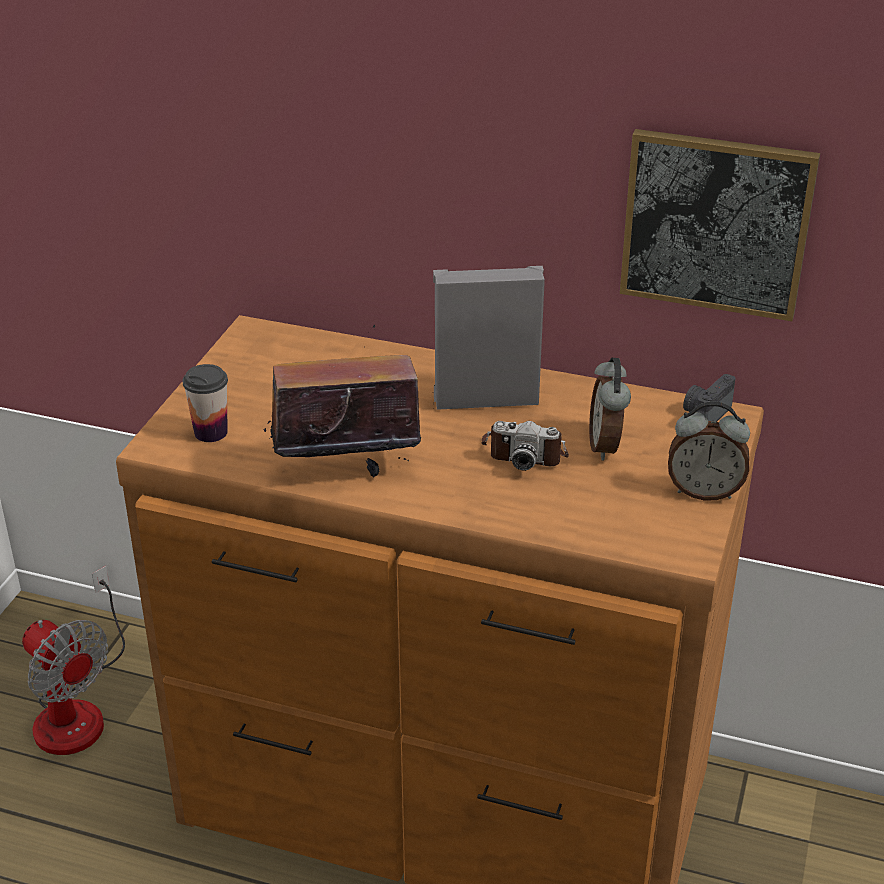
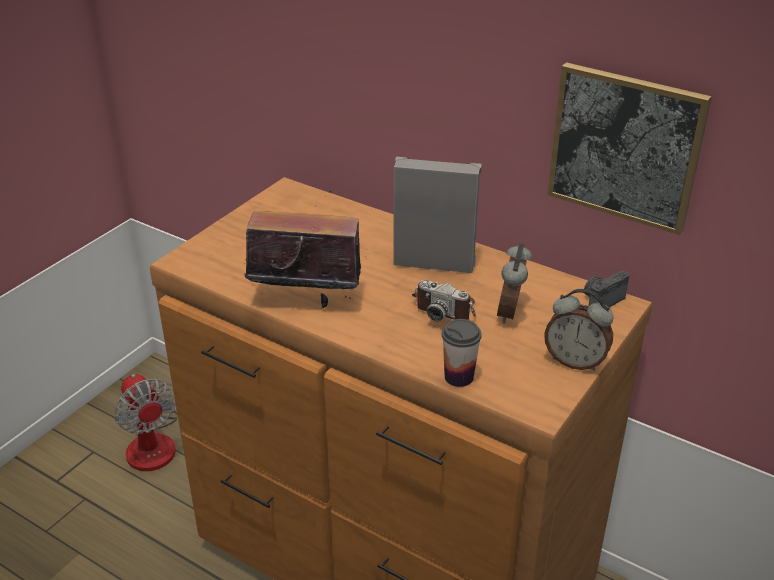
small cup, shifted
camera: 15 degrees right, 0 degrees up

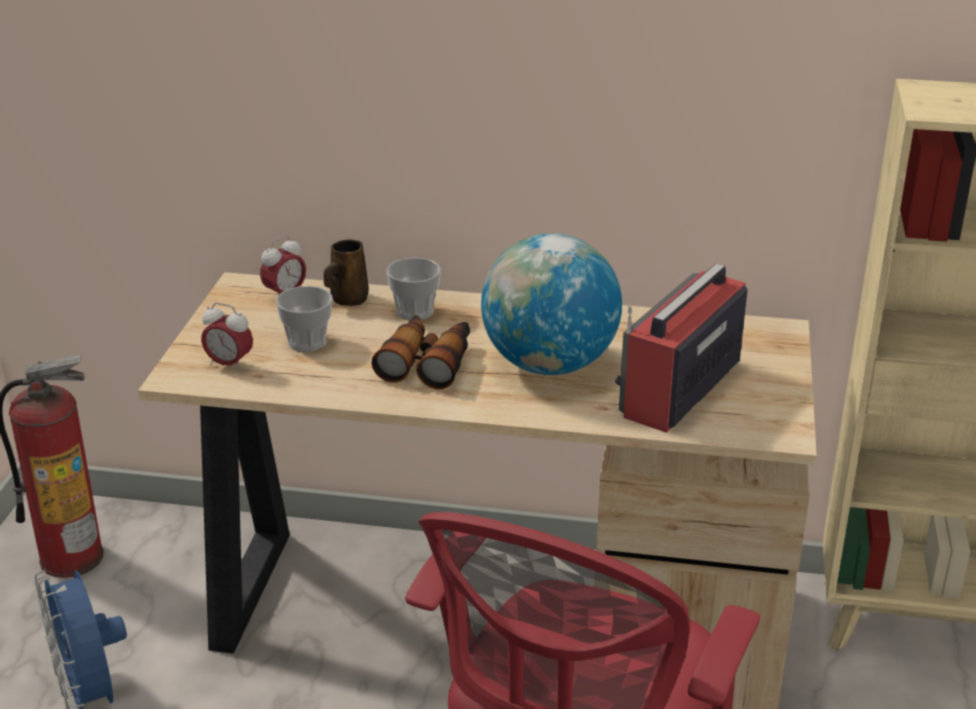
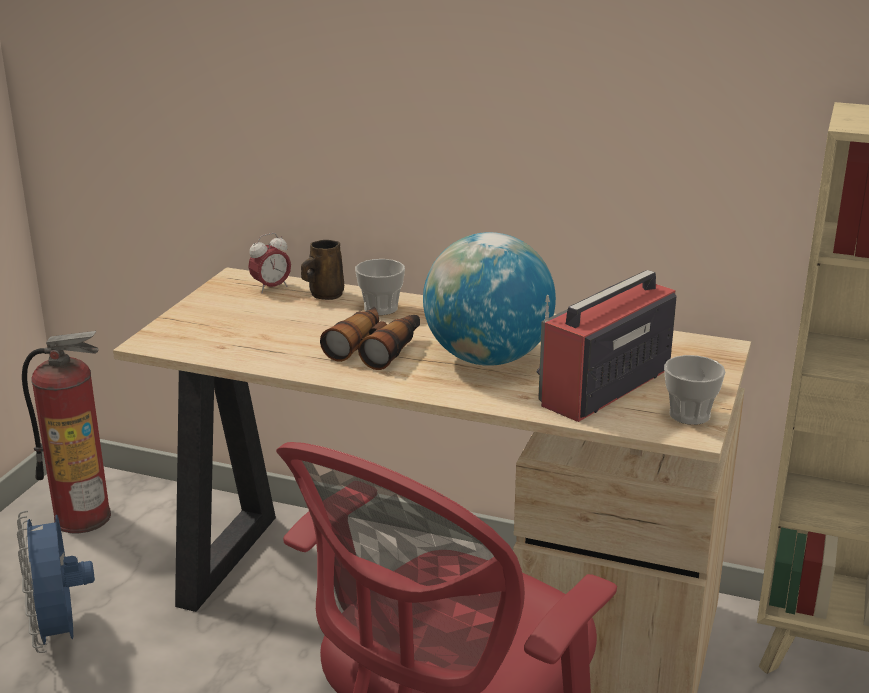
table clock (no. 1 from left) -> none
small cup (no. 1 from left in the first image) -> small cup (no. 2 from left), shifted
camera: 10 degrees right, 5 degrees down

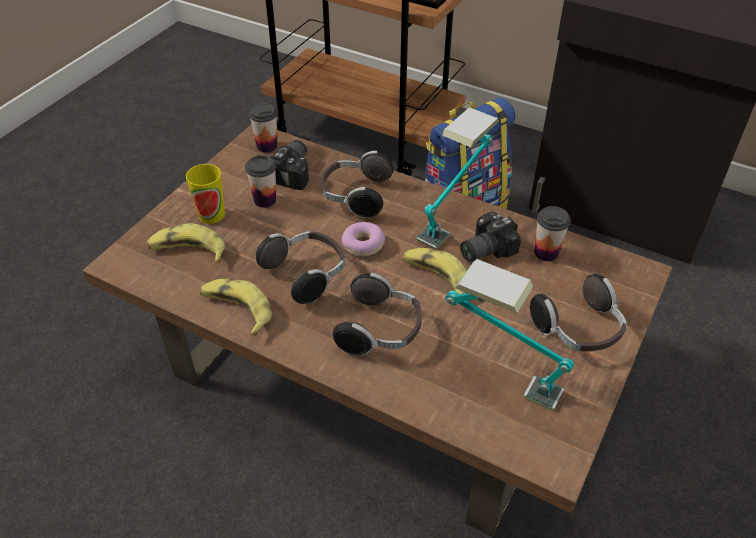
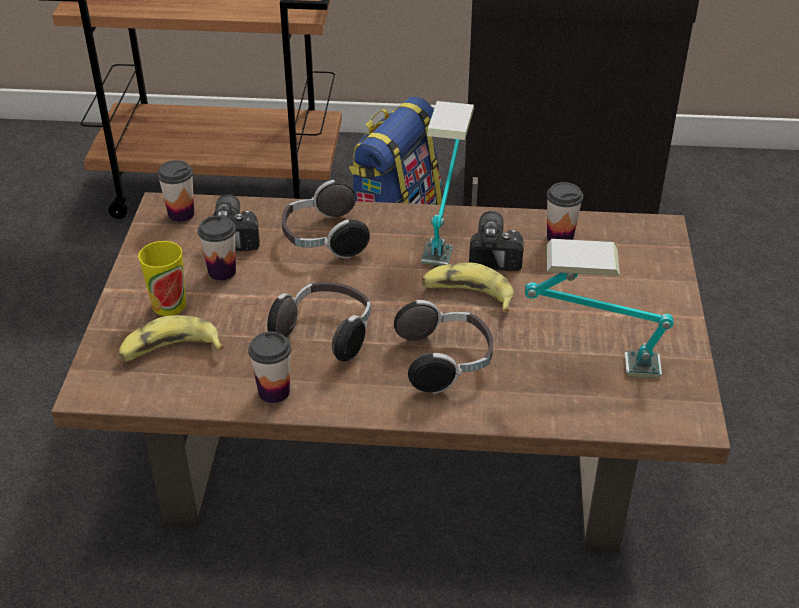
whole banana (no. 2 from left) -> small cup (no. 4 from left)
donut -> none
photo camera (no. 2 from left), 150 degrees clockwise
headset (no. 4 from left) -> none
camera: 25 degrees left, 5 degrees down

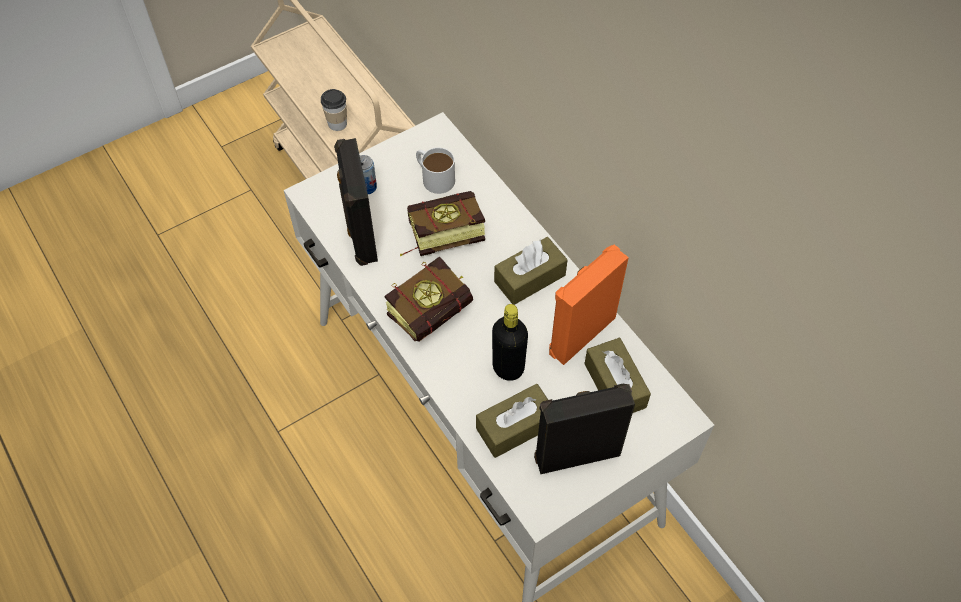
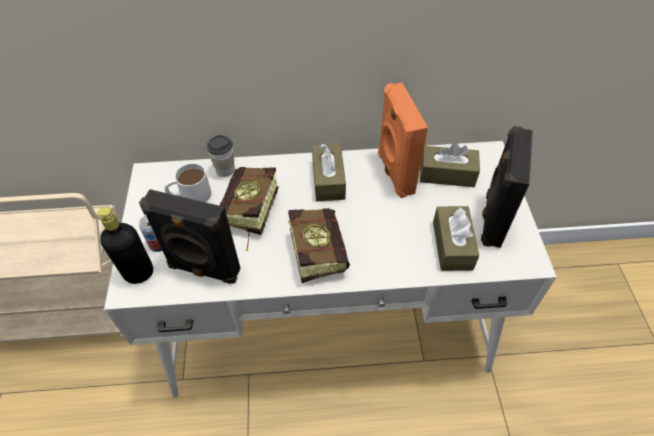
small cup, shifted
black beverage bottle, shifted
camera: 60 degrees left, 5 degrees down

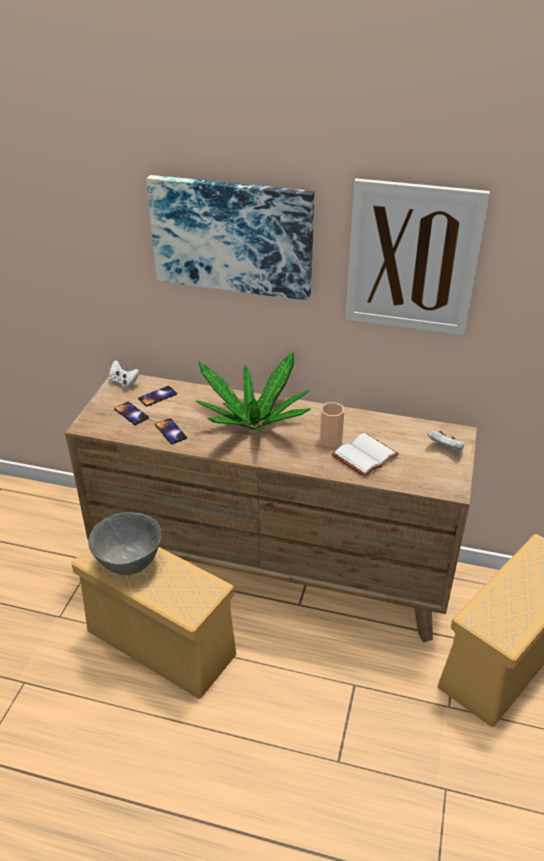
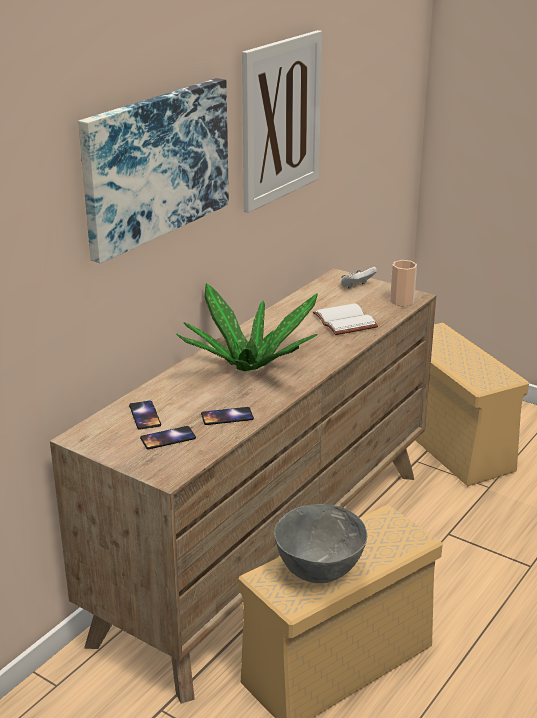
whitish joypad (no. 1 from left) -> none
small cup, shifted
camera: 70 degrees left, 10 degrees down

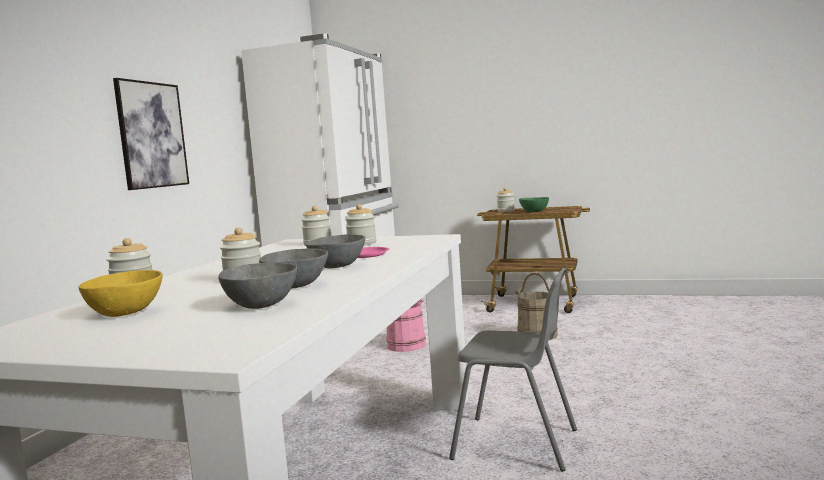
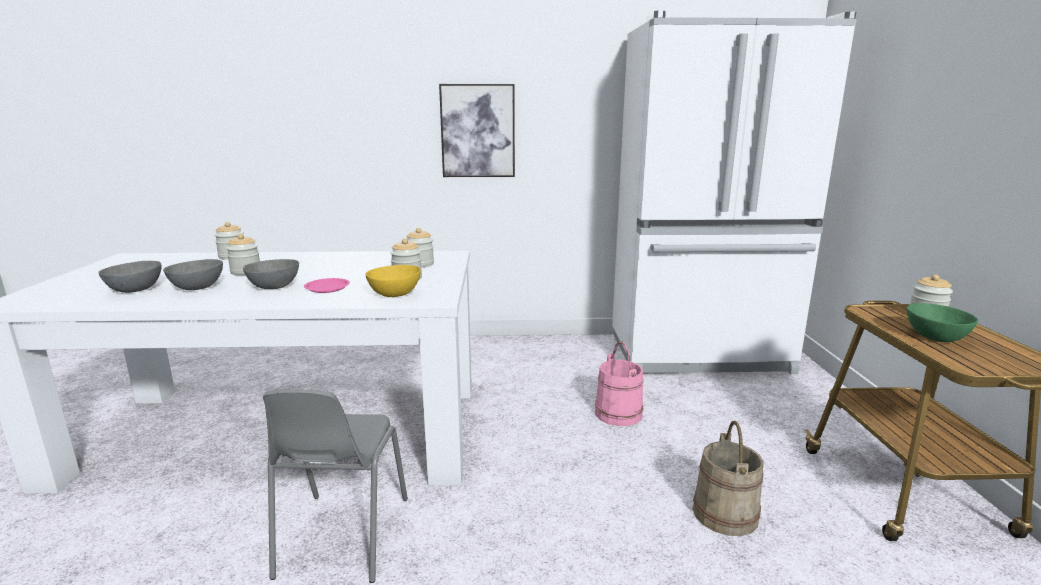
yellow-coloured serving bowl, shifted
camera: 70 degrees right, 10 degrees up

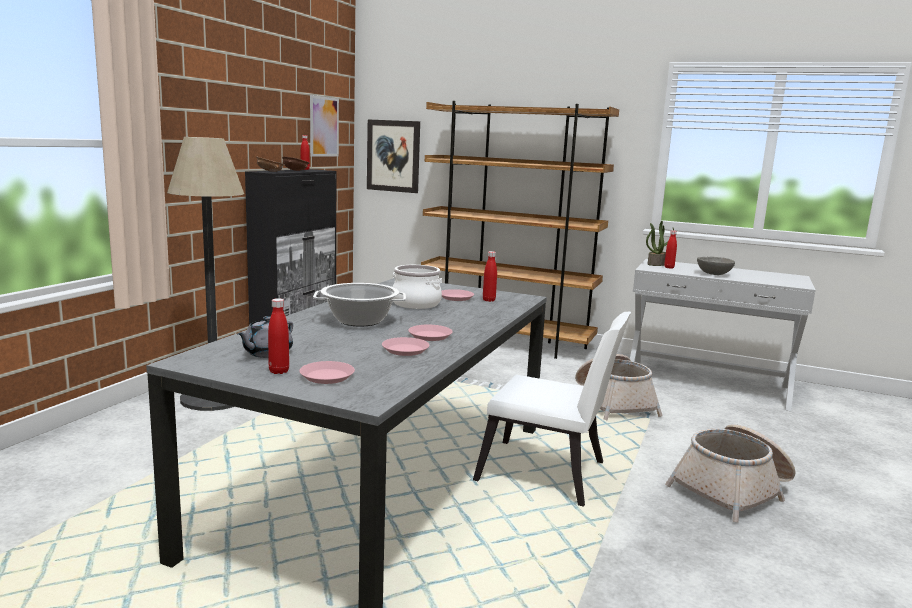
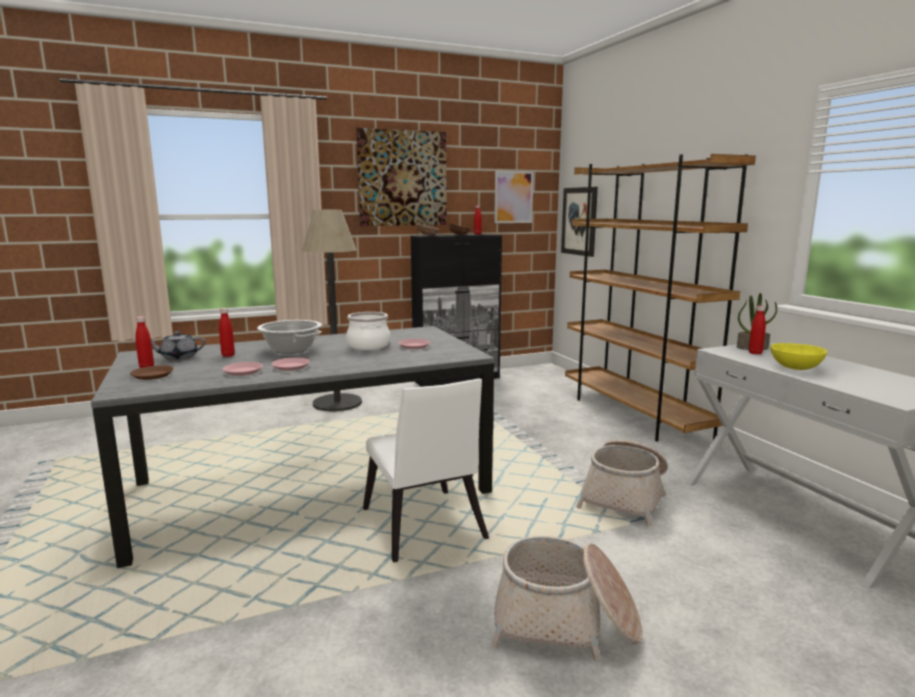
pink-coloured flat dish (no. 1 from left) -> brown-coloured flat dish
red beverage bottle (no. 3 from left in the first image) -> red beverage bottle (no. 2 from left), shifted
gray serving bowl -> yellow-coloured serving bowl
none -> picture (no. 1 from left)
camera: 45 degrees right, 0 degrees up

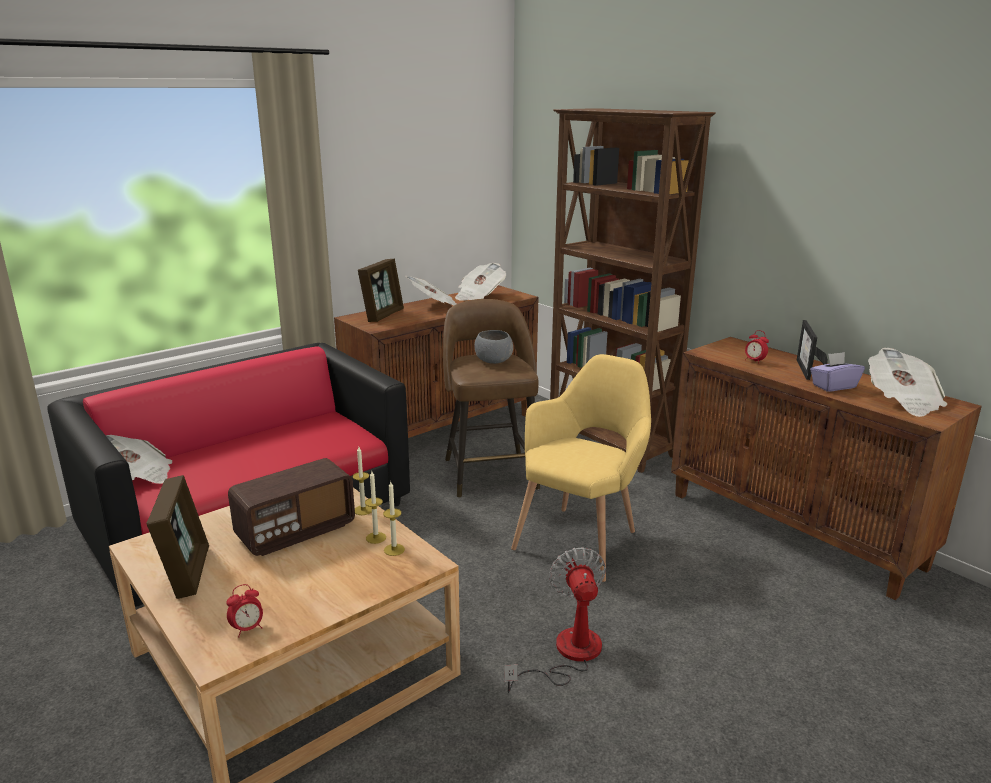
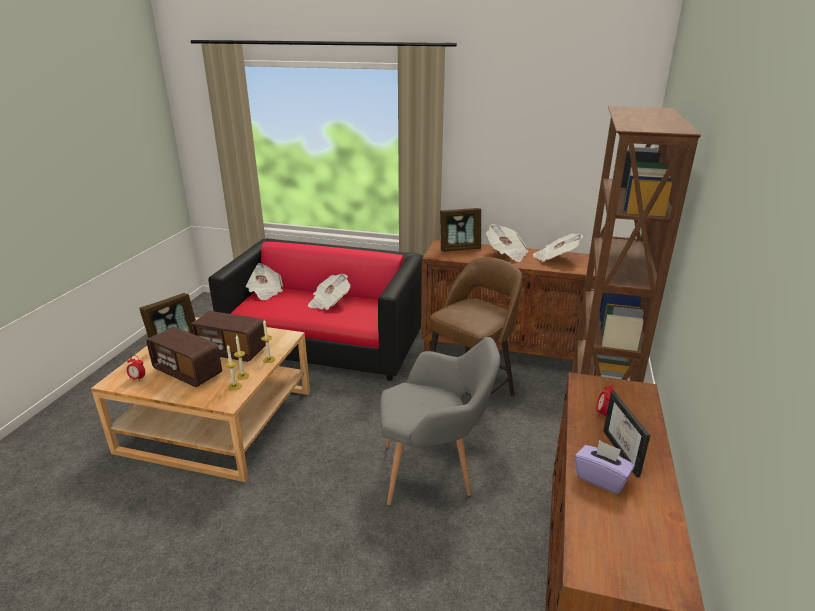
gray serving bowl -> none
electric fan -> none
yellow-coloured lounge chair -> gray lounge chair
picture frame (no. 3 from left), 75 degrees counterclockwise
printed paper (no. 4 from left in the first image) -> printed paper (no. 2 from left), shifted
none -> radio set (no. 1 from left)
camera: 55 degrees right, 5 degrees up

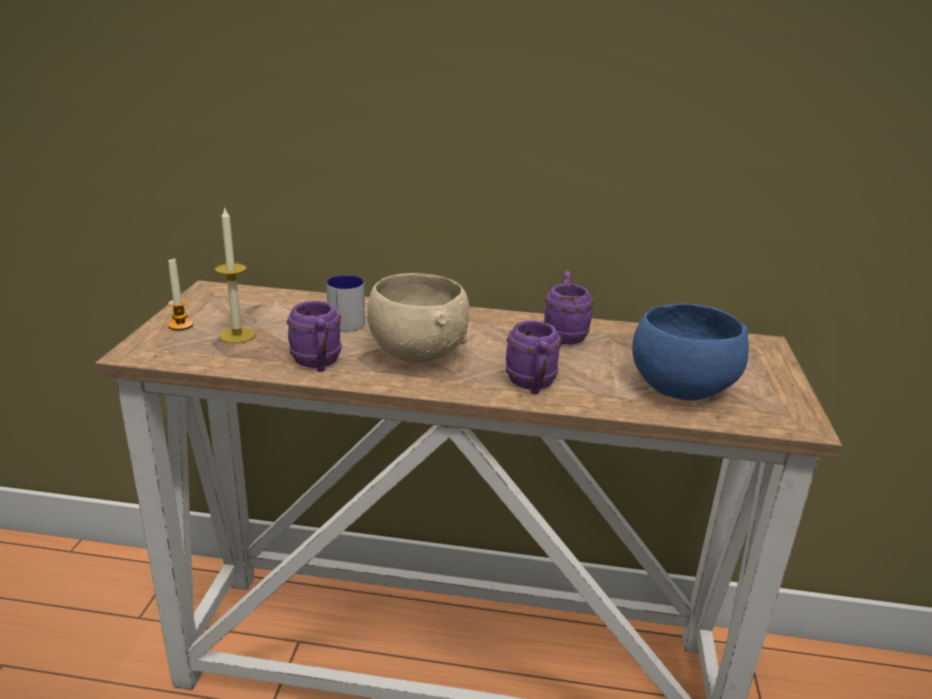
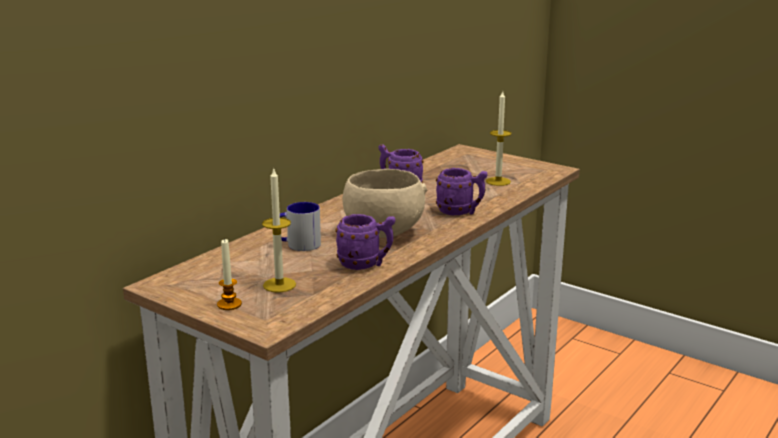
bluish serving bowl -> wax light (no. 3 from left)
camera: 60 degrees left, 5 degrees down

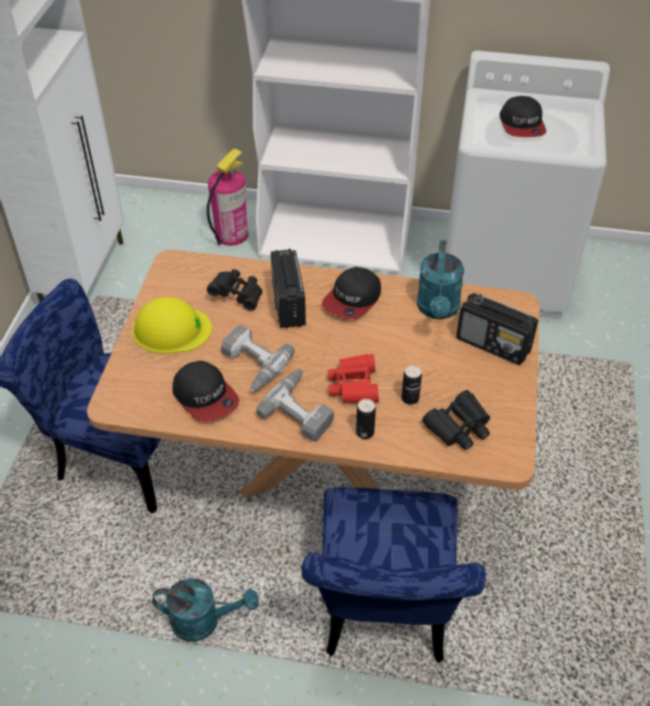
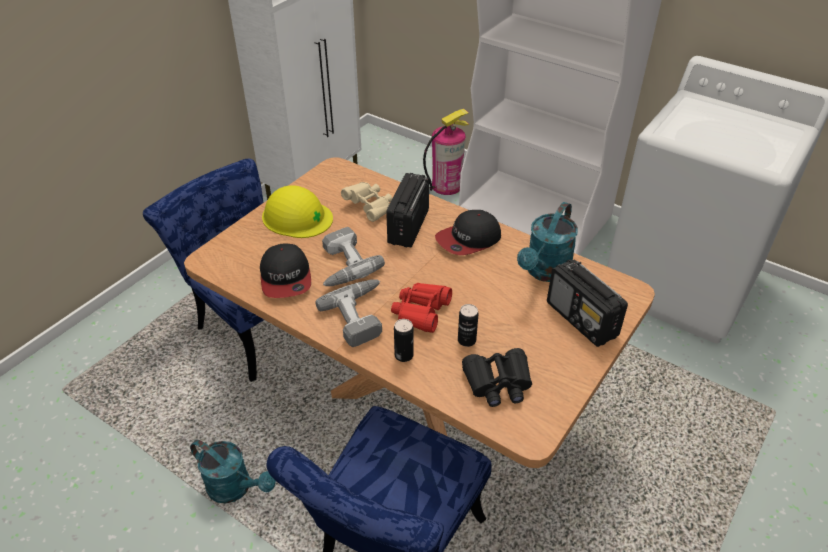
black binoculars (no. 1 from left) -> beige-coloured binoculars
baseball cap (no. 3 from left) -> none
camera: 25 degrees right, 5 degrees down

